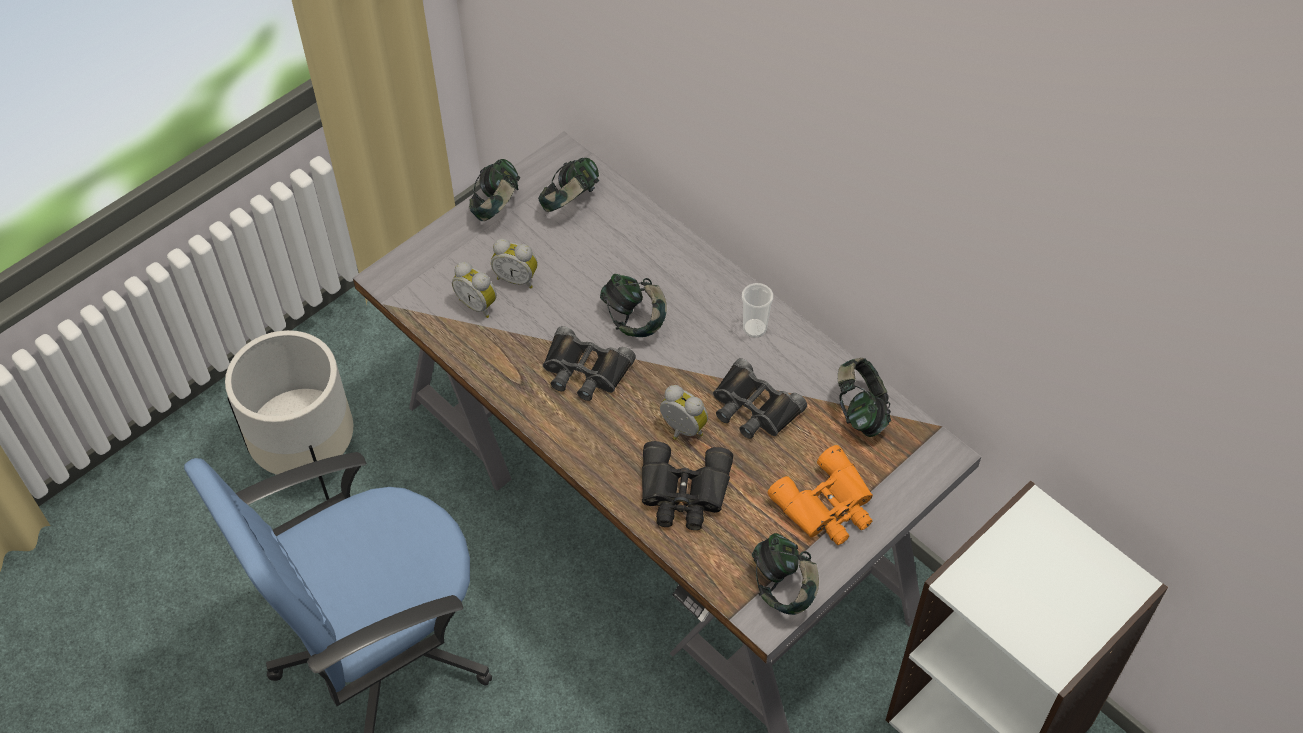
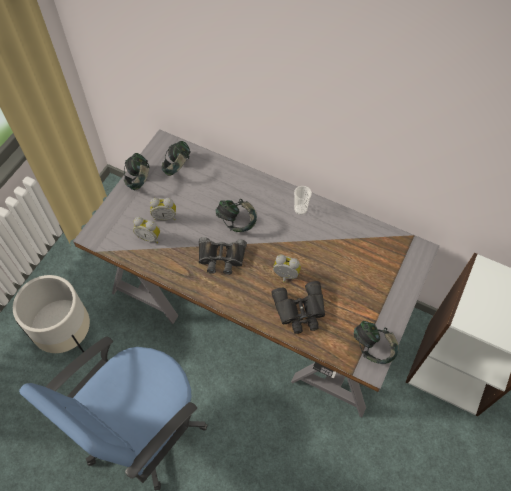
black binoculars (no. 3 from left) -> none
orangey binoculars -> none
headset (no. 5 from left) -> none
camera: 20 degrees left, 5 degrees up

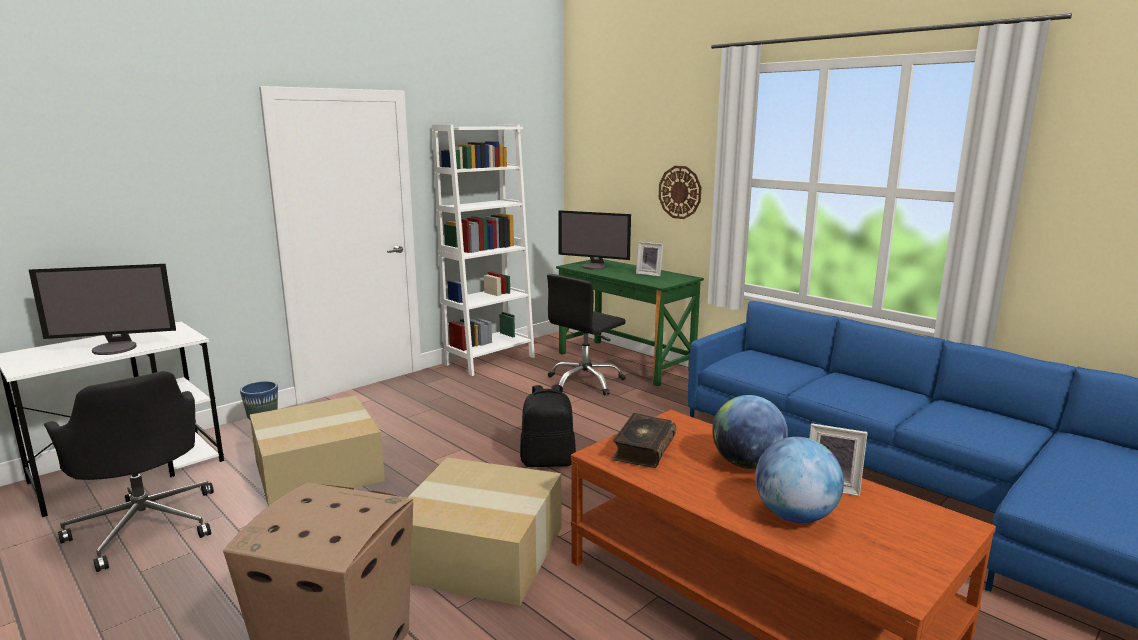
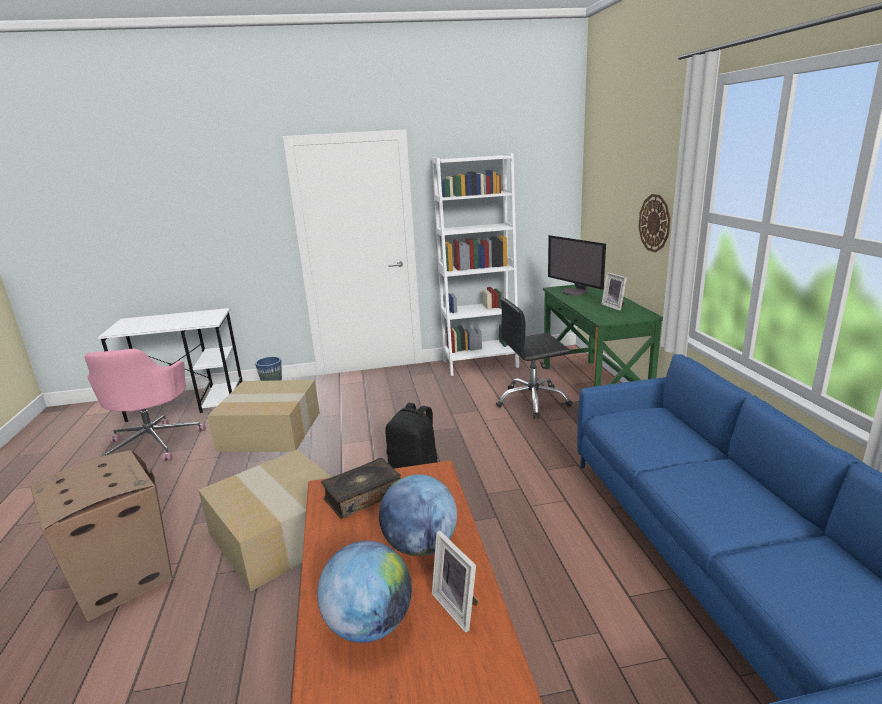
computer display (no. 1 from left) -> none
black computer chair (no. 1 from left) -> pink-coloured computer chair
camera: 35 degrees right, 5 degrees up

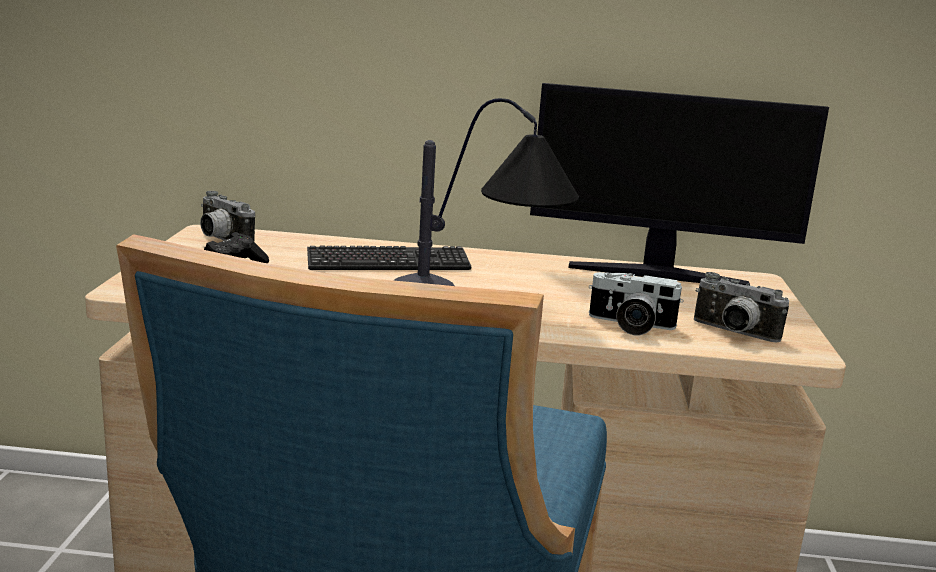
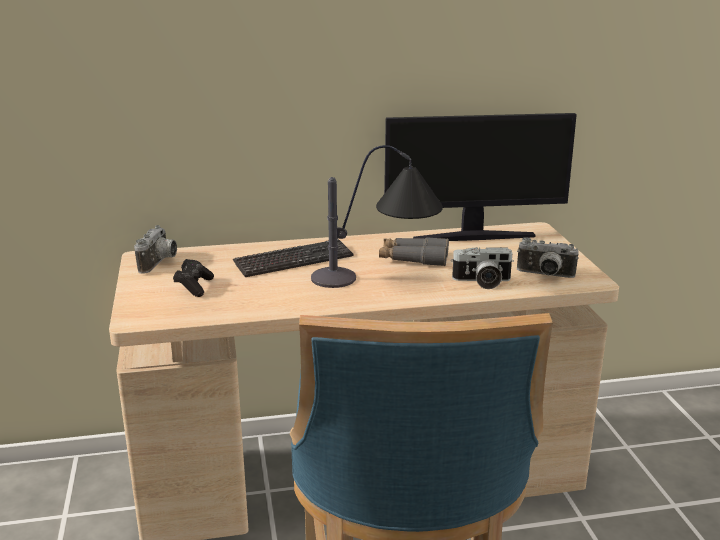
photo camera (no. 1 from left), 105 degrees counterclockwise
none -> gray binoculars
camera: 15 degrees left, 5 degrees up

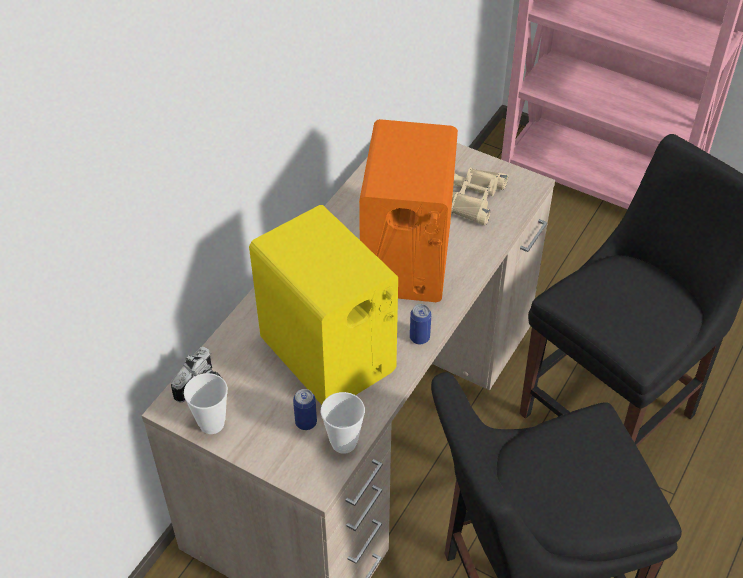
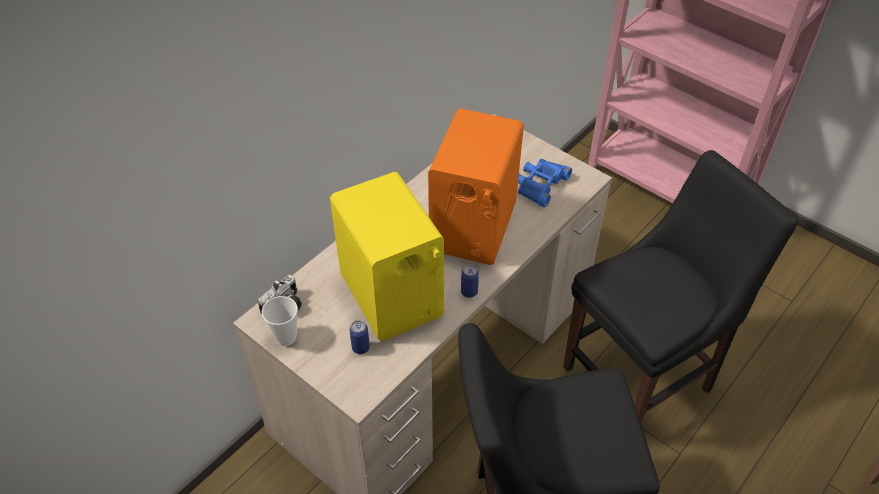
small cup (no. 2 from left) -> none
beige-coloured binoculars -> bluish binoculars
camera: 10 degrees right, 0 degrees up

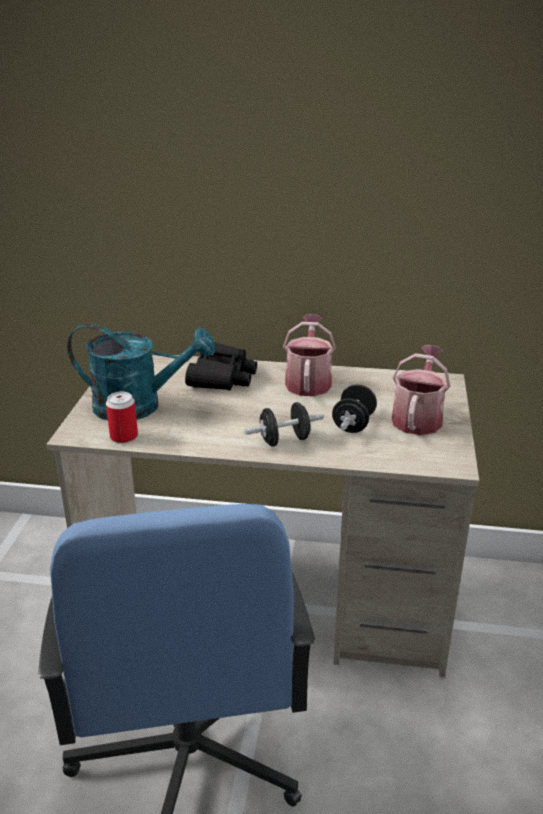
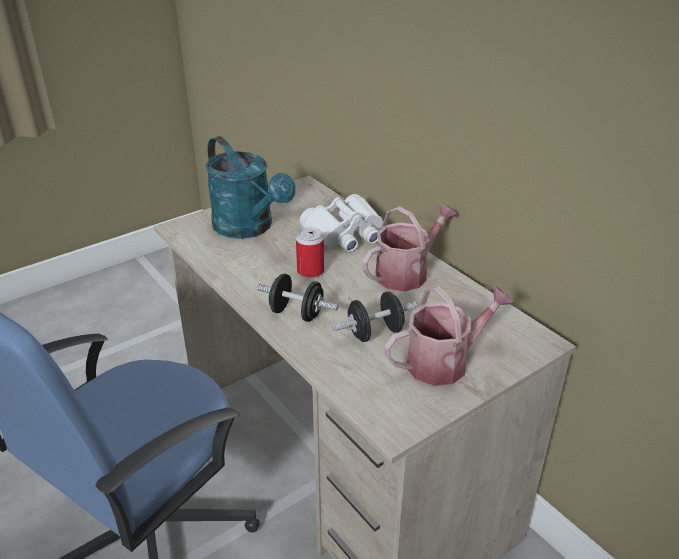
can, shifted
black binoculars -> whitish binoculars
camera: 45 degrees right, 5 degrees up

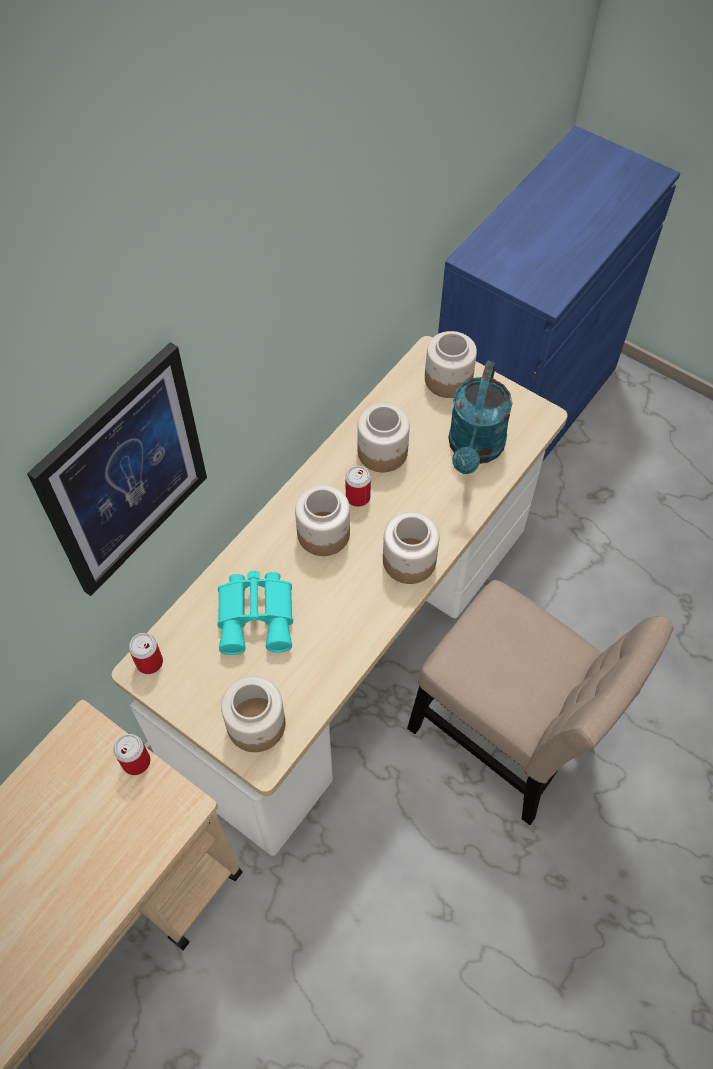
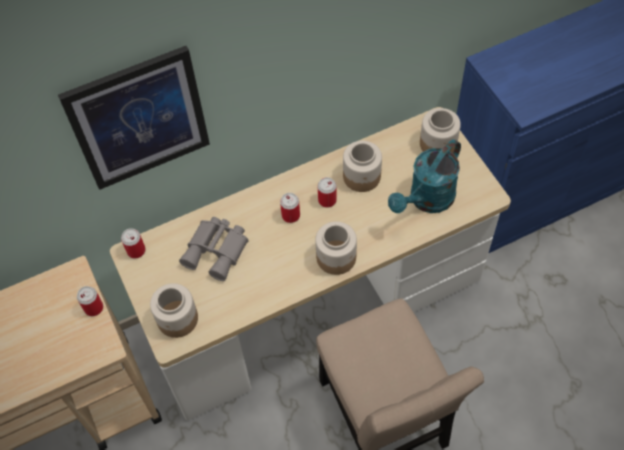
blue-green binoculars -> gray binoculars
storage jar (no. 2 from left) -> can (no. 3 from left)
camera: 30 degrees right, 0 degrees up

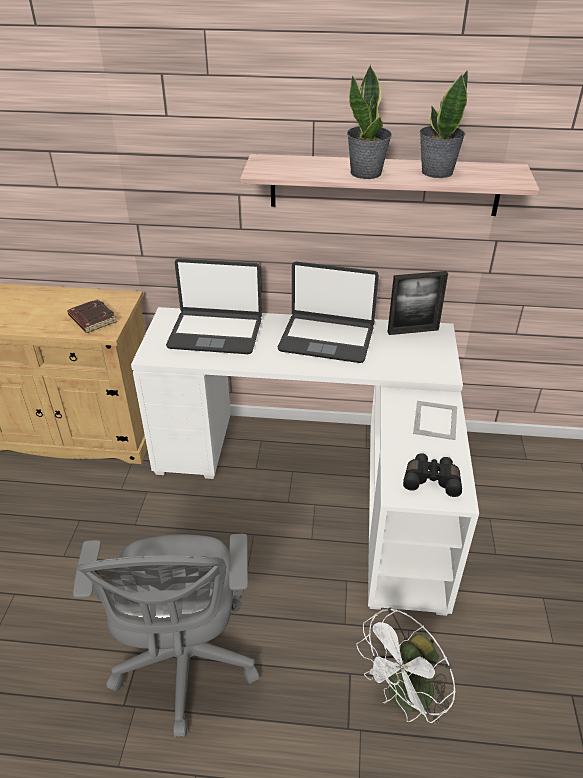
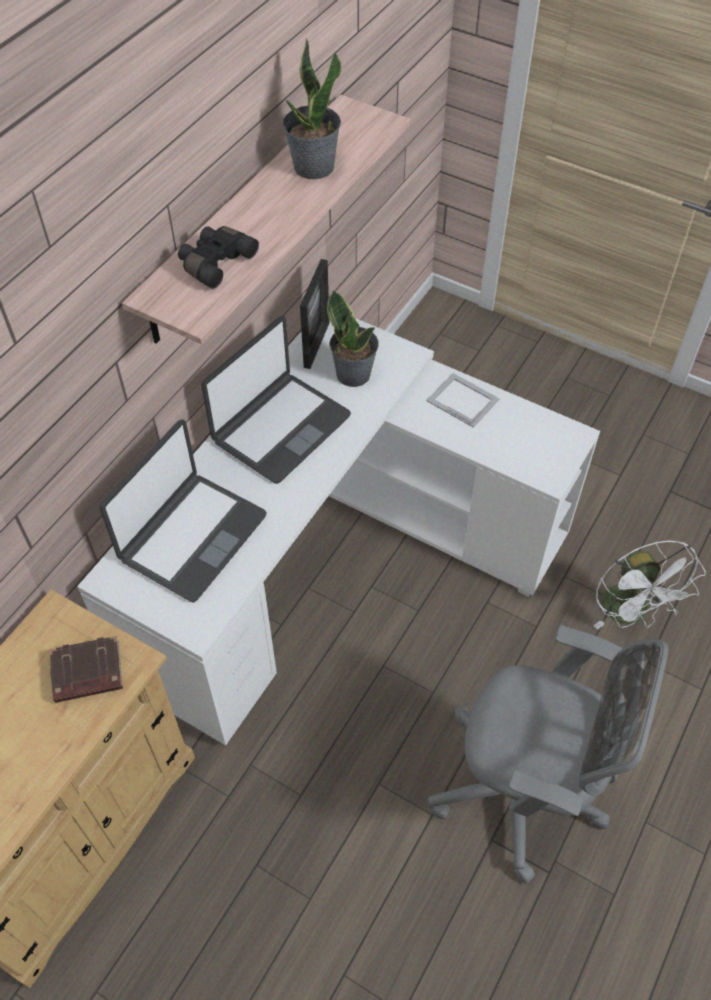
potted plant (no. 1 from left in the first image) -> potted plant (no. 2 from left), shifted
black binoculars, shifted
camera: 65 degrees left, 15 degrees up

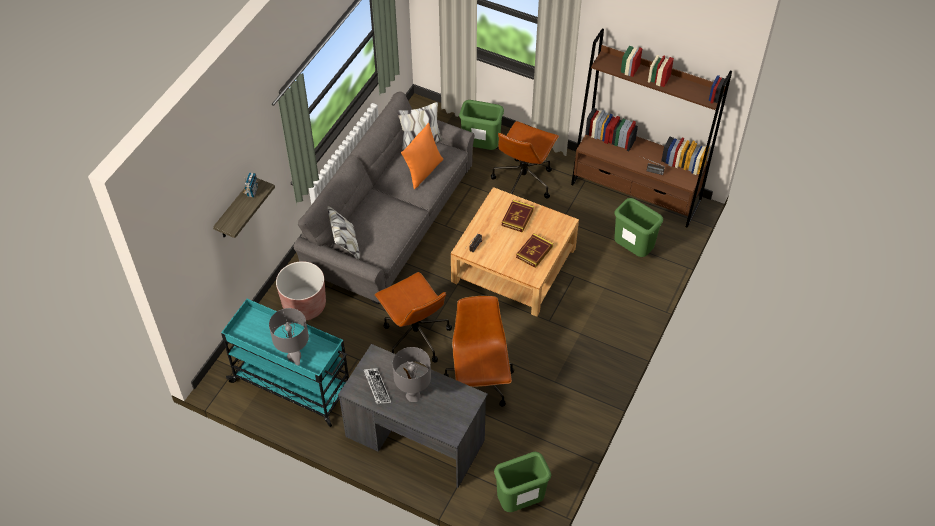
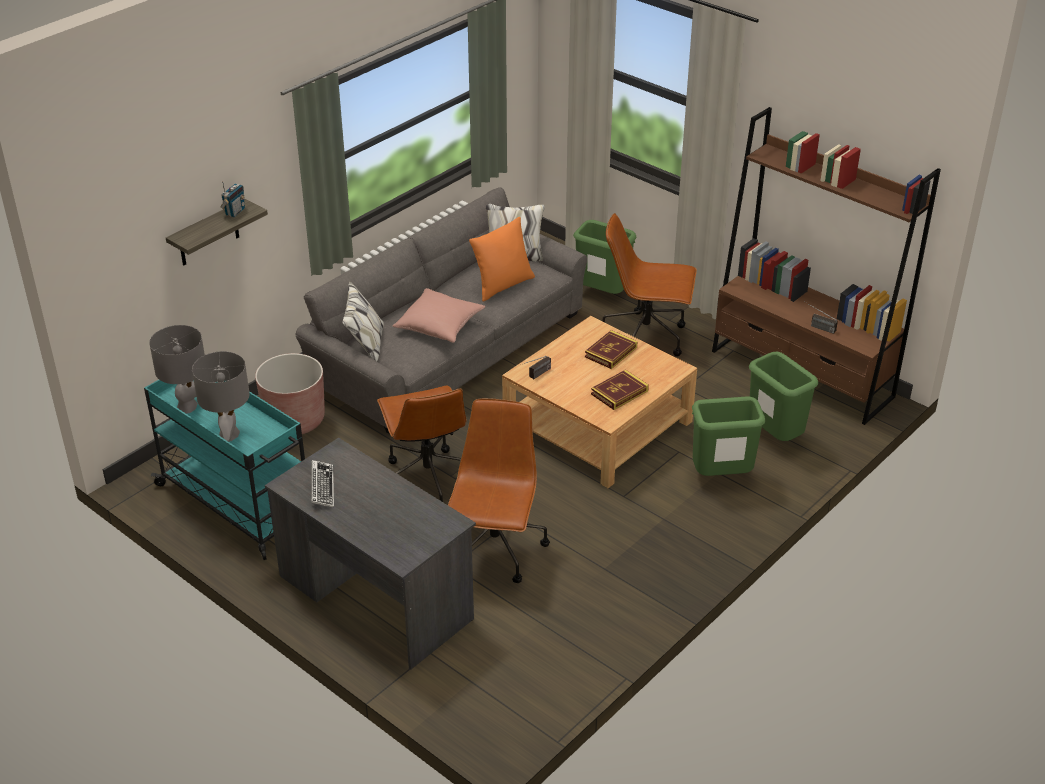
gray tabletop lamp (no. 2 from left in the first image) -> gray tabletop lamp (no. 1 from left), shifted
brown-coloured computer chair (no. 3 from left), 60 degrees clockwise
green-coloured rubbish bin (no. 2 from left), shifted
none -> pink-coloured throw pillow
camera: 15 degrees right, 15 degrees down

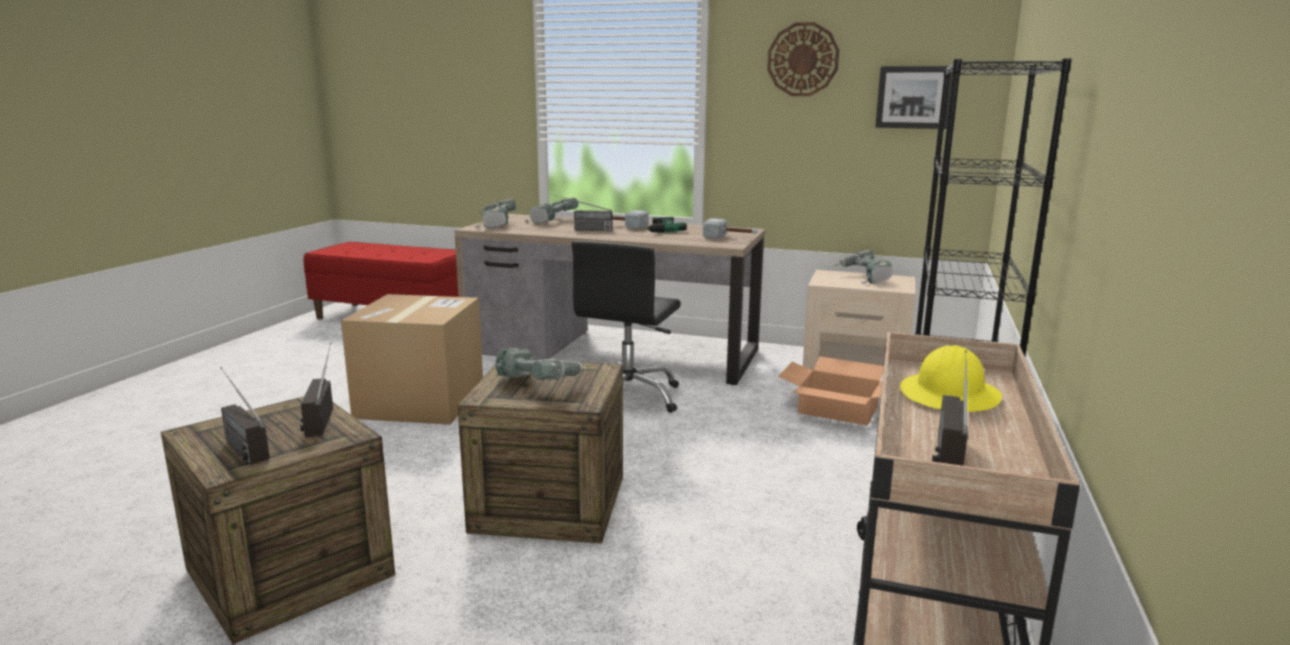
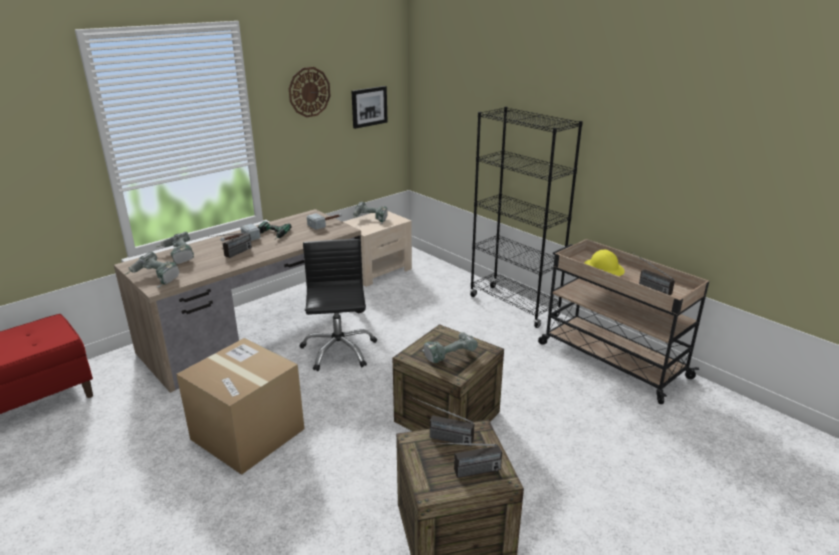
black computer chair, 150 degrees counterclockwise
carton (no. 2 from left) -> none
camera: 60 degrees left, 10 degrees up

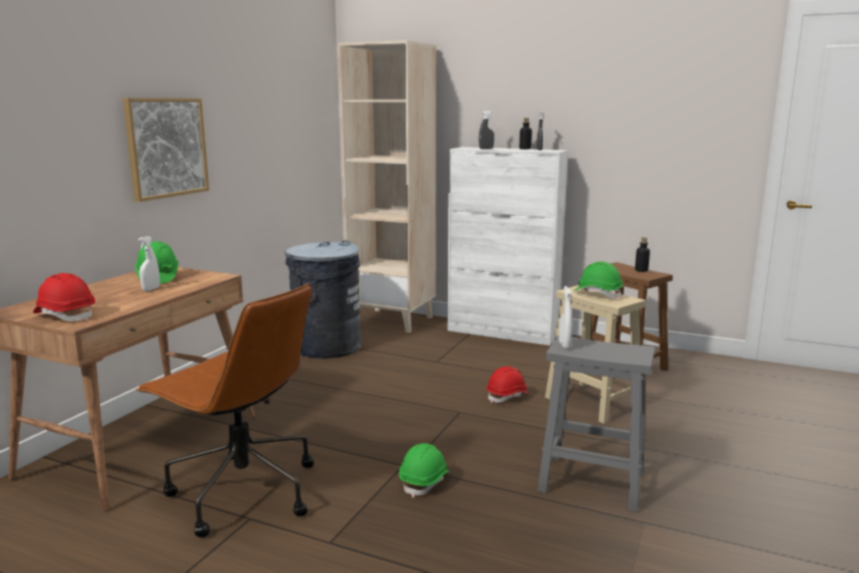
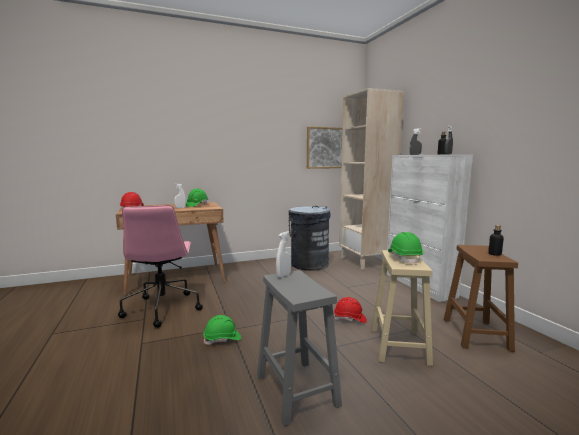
picture, shifted
brown-coloured computer chair -> pink-coloured computer chair
camera: 45 degrees right, 5 degrees down

